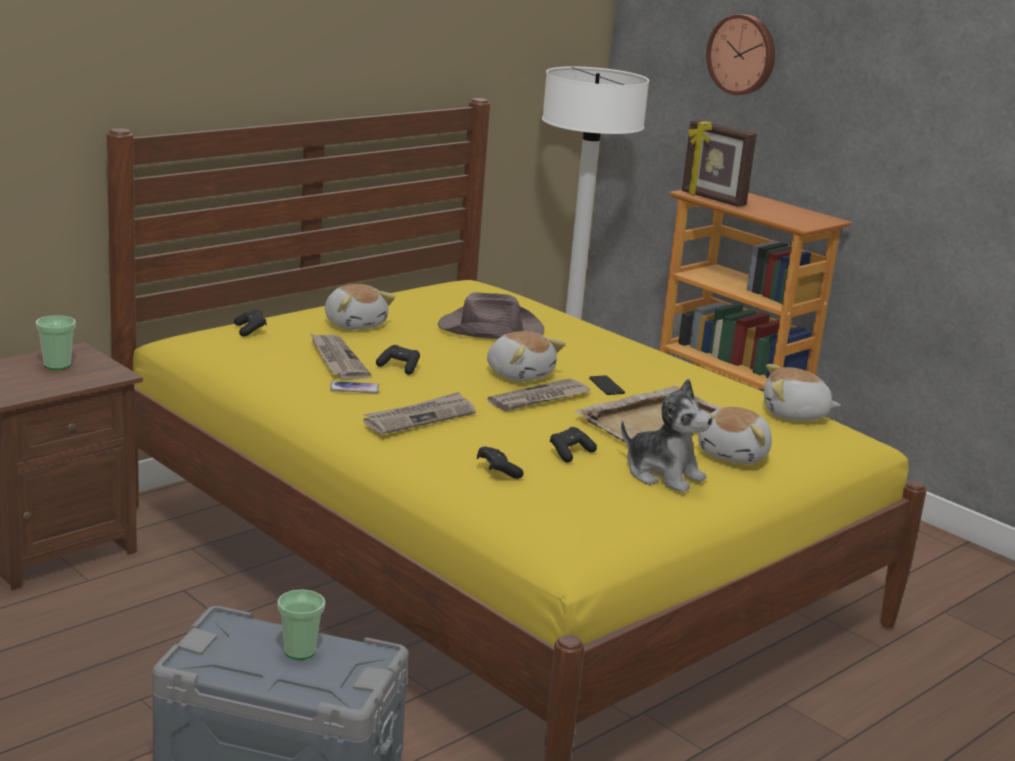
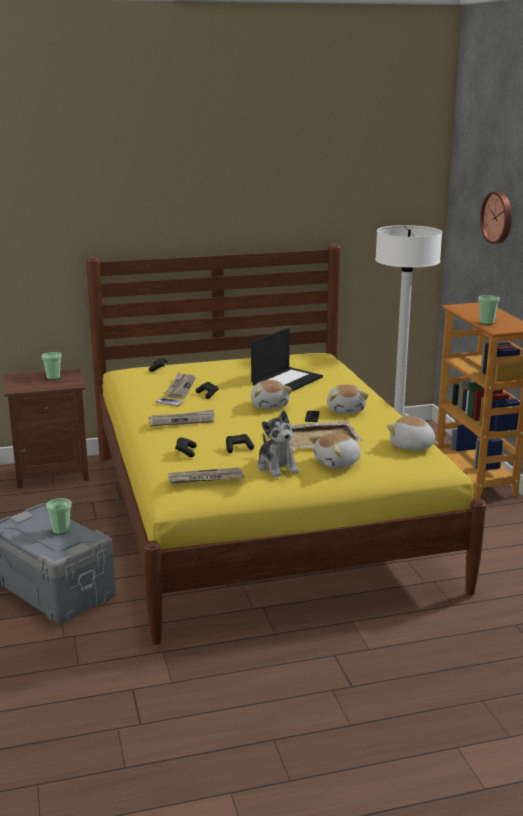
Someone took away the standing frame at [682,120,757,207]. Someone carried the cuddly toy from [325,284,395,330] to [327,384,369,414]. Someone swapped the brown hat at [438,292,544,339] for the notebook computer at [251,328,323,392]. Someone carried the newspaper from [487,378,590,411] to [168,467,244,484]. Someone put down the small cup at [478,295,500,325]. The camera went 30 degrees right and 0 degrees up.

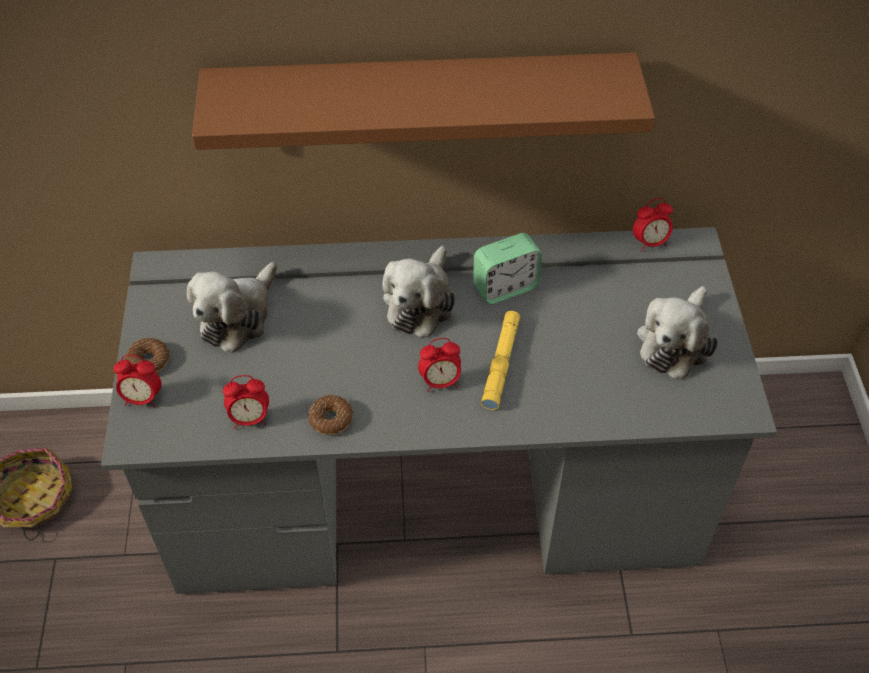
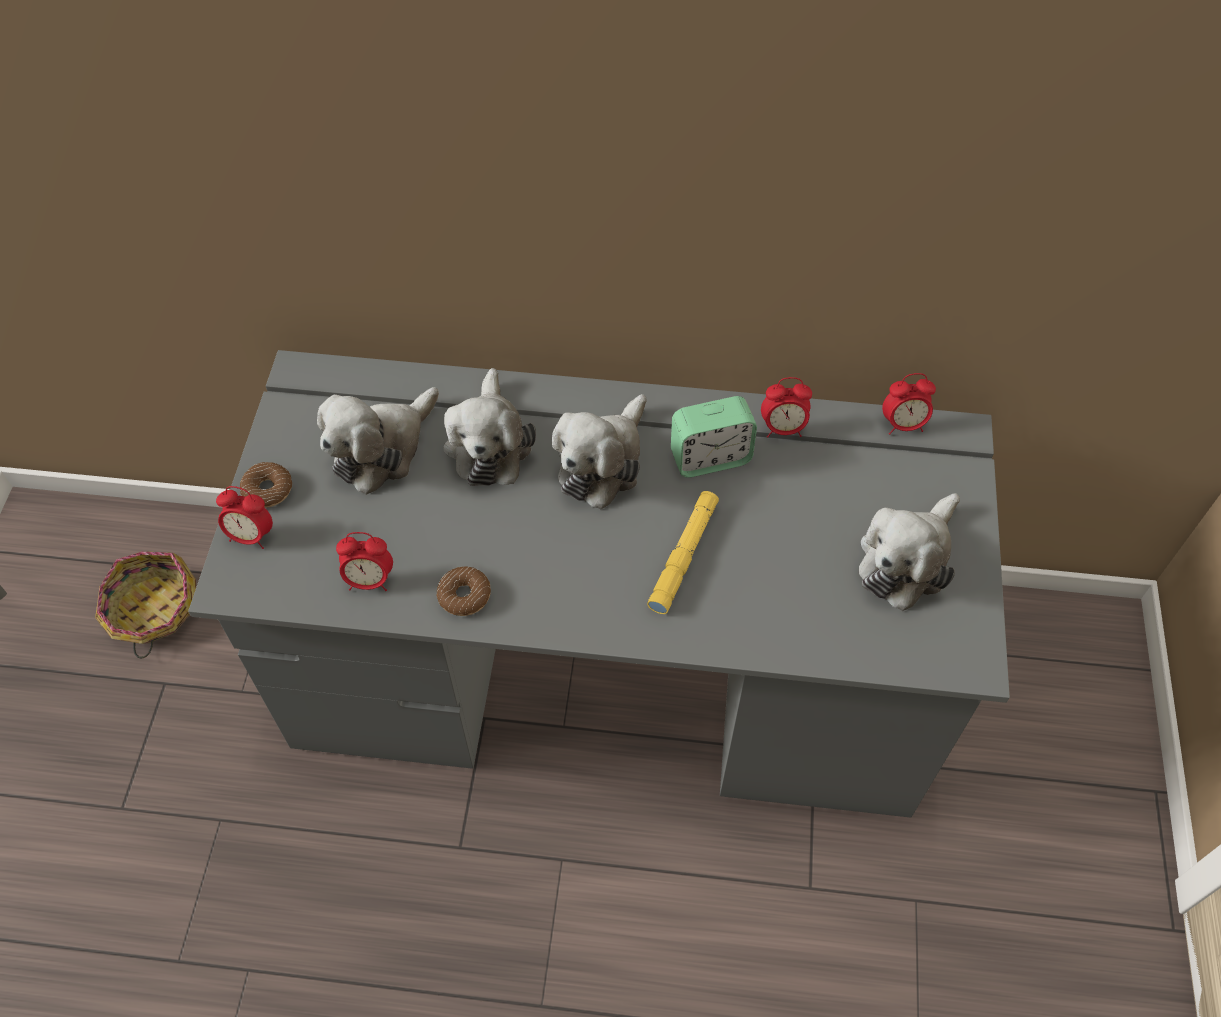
Someone took away the brown shelf at [192,52,655,150]. Someone carried the bedside clock from [418,338,461,392] to [761,377,812,438]. Someone put down the cuddly toy at [443,368,536,486]. The camera went 10 degrees right and 5 degrees up.

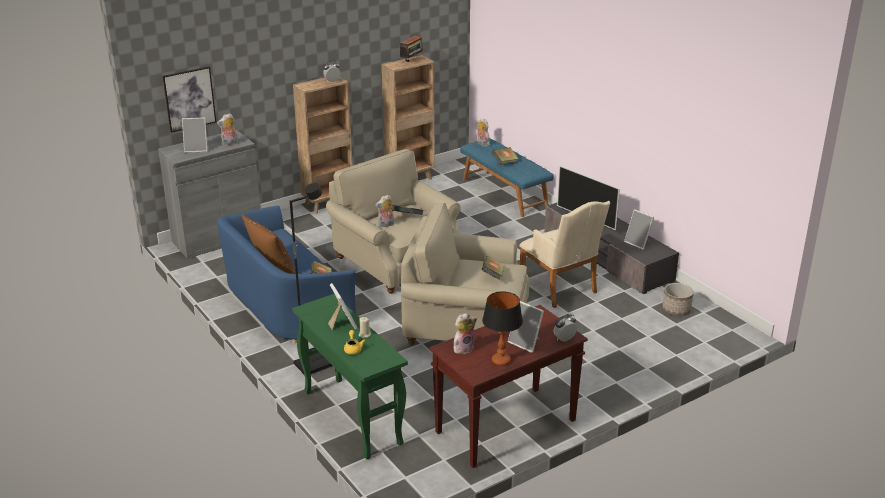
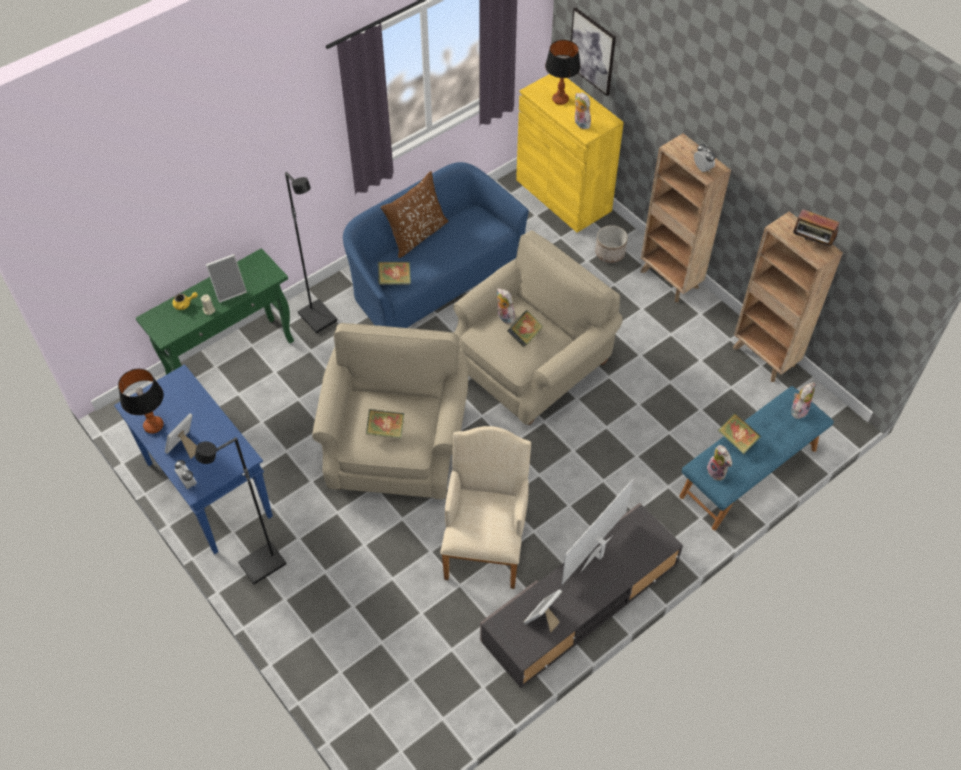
Someone swapped the standing frame at [182,117,208,153] for the table lamp at [545,40,581,105]. Someone repainted the grey cabinet at [158,130,261,259], which became the yellow-coloured cabinet at [516,74,624,233]. Someone rotated the sand-coloured lounge chair at [519,201,610,308] by 135 degrees clockwise. Someone carried the plant pot from [662,283,694,316] to [595,225,628,263]. Someone repainted the brown narrow table at [429,305,588,468], which became the blue-coloured narrow table at [114,364,273,554]. Someone carried the cuddly toy from [454,313,477,354] to [707,445,732,481]. Someone put down the blackish standard lamp at [195,437,286,585]. The camera went 85 degrees right and 25 degrees up.

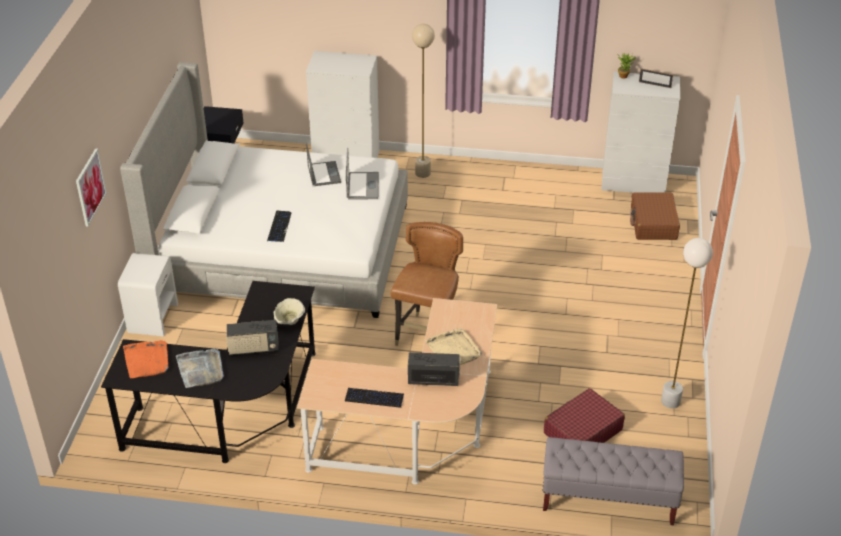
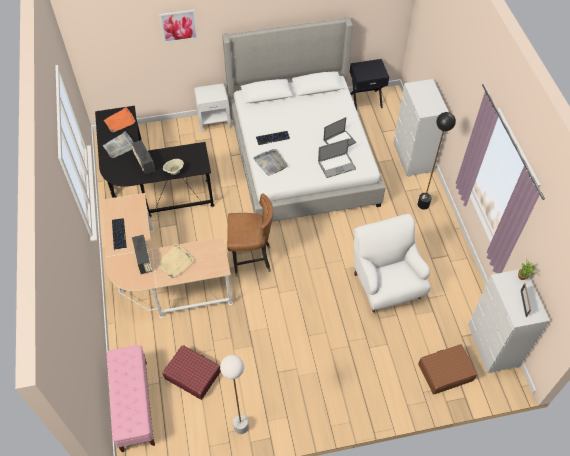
Someone repainted the sand-coloured standard lamp at [412,24,435,178], which became the blackish standard lamp at [418,112,456,210]. Someone repainted the grey bench at [542,437,684,526], which became the pink bench at [107,345,155,452]. Someone put down the grey carrying tray at [253,149,288,176]. Someone put down the white-coloured lounge chair at [354,214,431,313]. The camera went 70 degrees right and 15 degrees up.

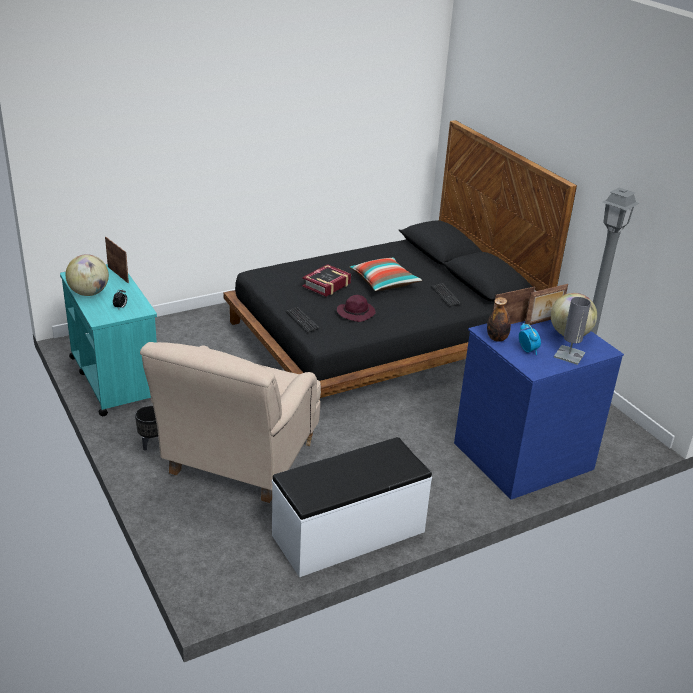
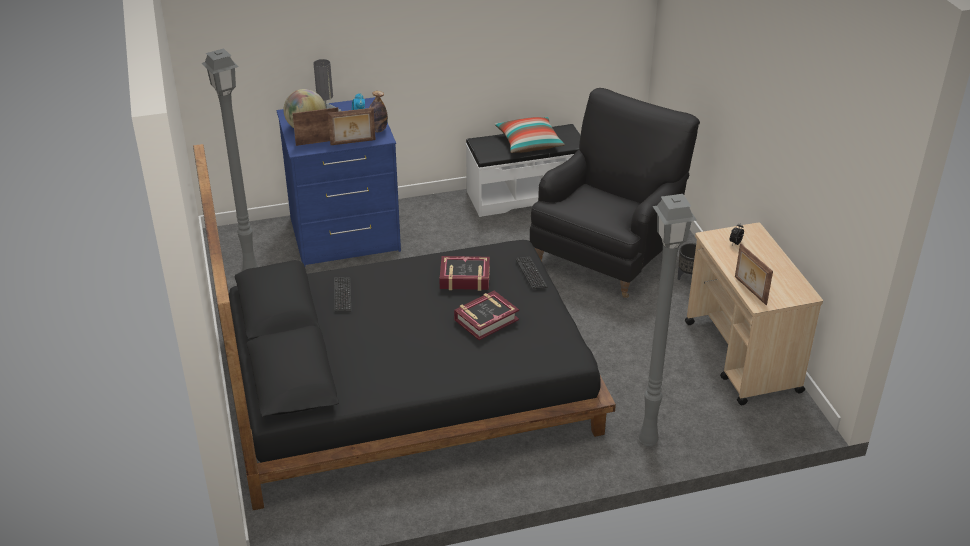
Someone took away the desk globe at [66,254,109,296]. Someone carried the throw pillow from [349,257,422,291] to [495,117,565,153]. Someone repainted the turquoise trolley at [60,264,157,416], which became the sand-coloured trolley at [685,222,823,405]. Someone swapped the purple-coloured hat at [337,295,376,322] for the volume at [439,256,490,291]. Someone repainted the sand-coloured lounge chair at [140,342,321,503], which became the blackish lounge chair at [530,88,700,298]. Someone put down the grey standard lamp at [639,194,697,446]. The camera went 165 degrees left and 5 degrees up.

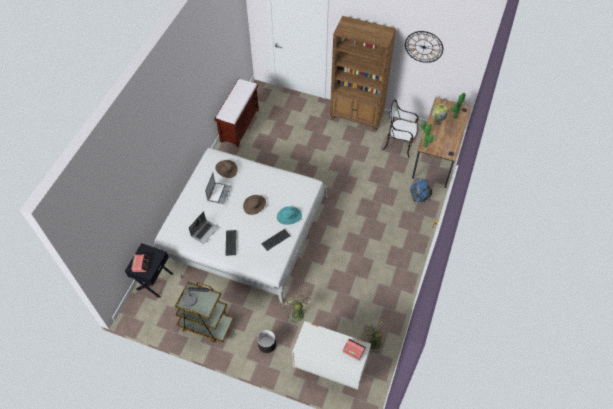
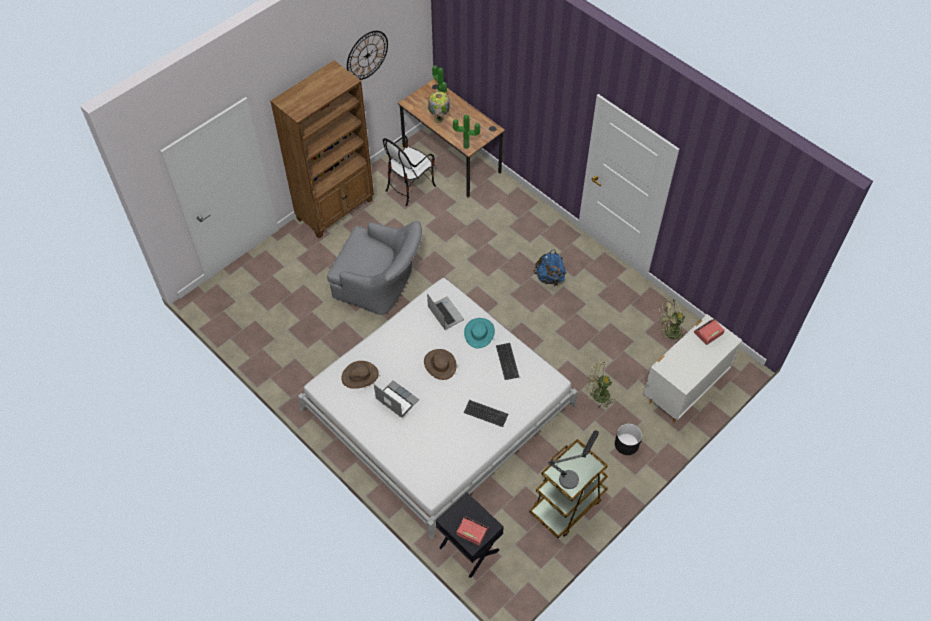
Someone took away the brown bench at [214,79,259,147]. Someone carried the blue-coloured knapsack from [411,179,432,202] to [534,249,566,286]. Someone carried the notebook computer from [189,211,218,244] to [427,294,464,330]. Someone put down the grey lounge chair at [327,221,422,315]. The camera went 65 degrees left and 0 degrees up.

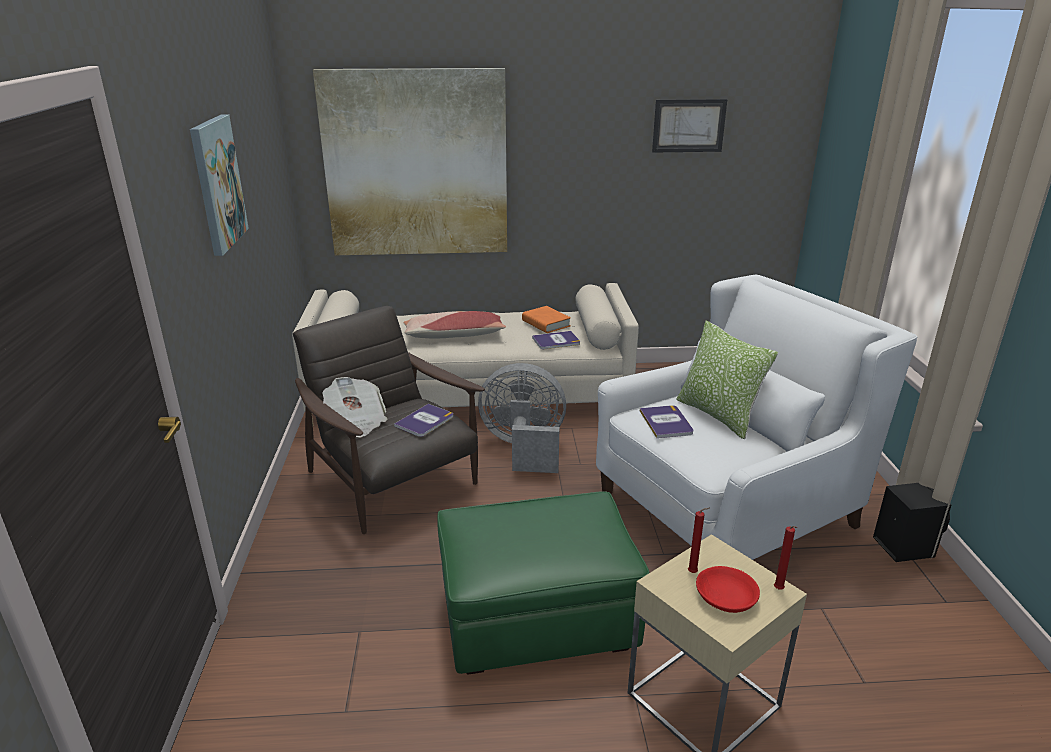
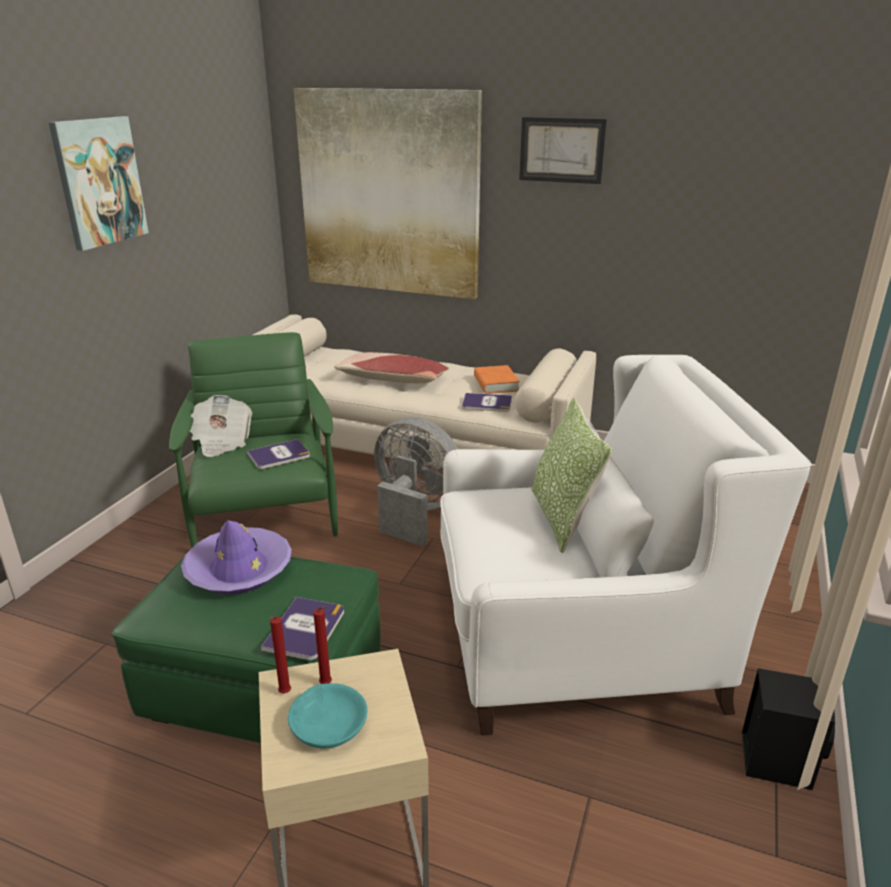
Someone carried the wall picture from [652,99,727,152] to [519,117,607,184]. Someone repainted the brown lounge chair at [293,306,485,534], which became the green lounge chair at [169,332,338,547]. Someone carried the volume from [640,405,693,438] to [261,597,344,660]. Someone carried the reddish candle from [774,526,797,589] to [270,616,291,693]. Someone repainted the reddish bowl at [696,566,760,613], which became the turquoise bowl at [288,683,367,748]. Someone put down the purple-coloured hat at [181,520,292,594]. The camera went 25 degrees right and 0 degrees up.

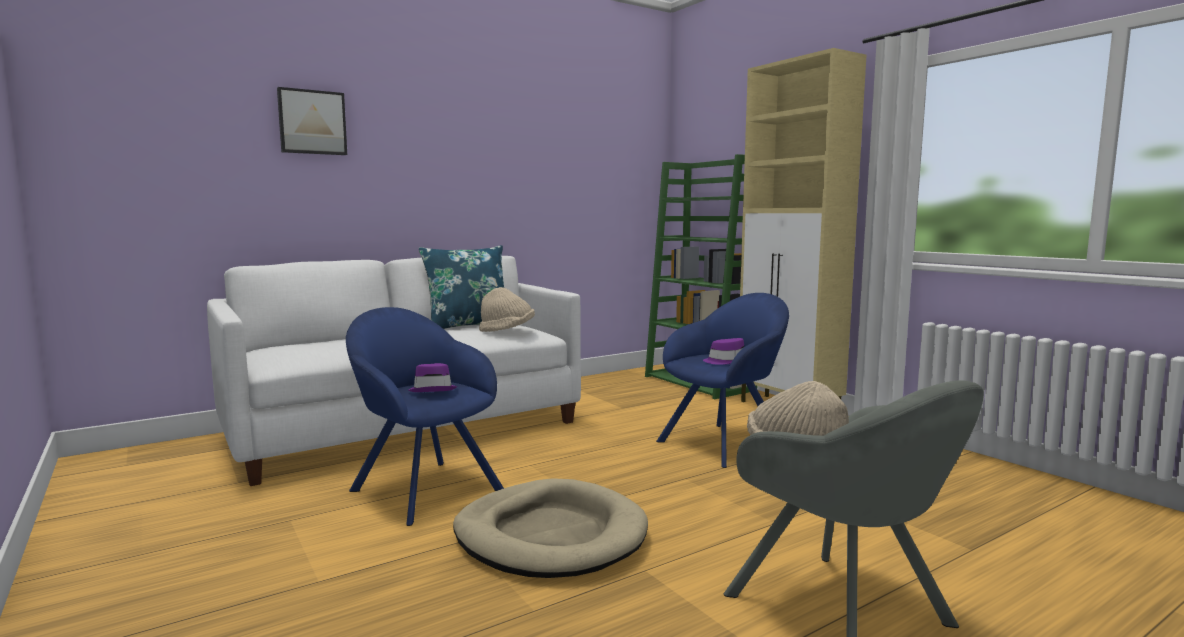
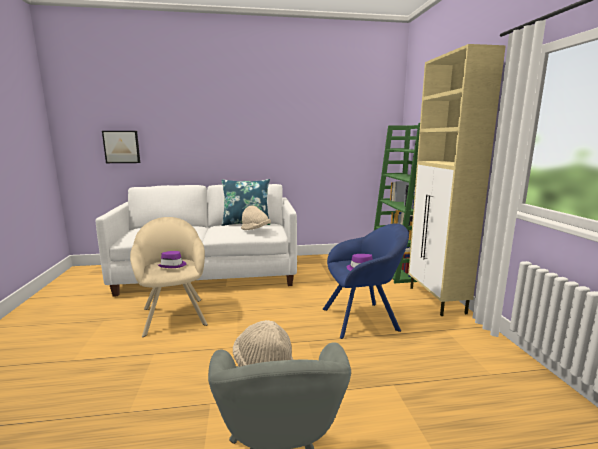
Someone carried the wall picture from [277,87,347,155] to [102,131,140,163]. Someone repainted the blue-coloured lounge chair at [346,307,504,526], which became the sand-coloured lounge chair at [130,217,208,337]. Someone took away the sand-coloured pet bed at [453,478,648,578]. The camera went 25 degrees right and 5 degrees up.

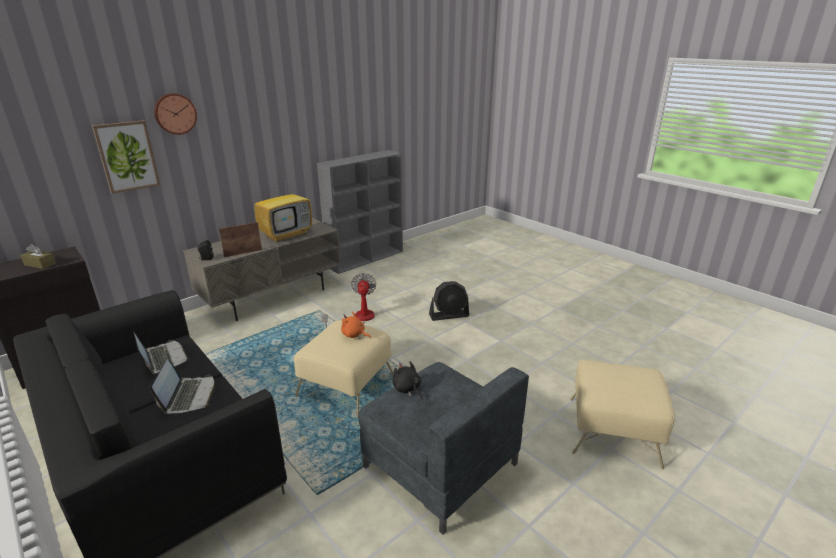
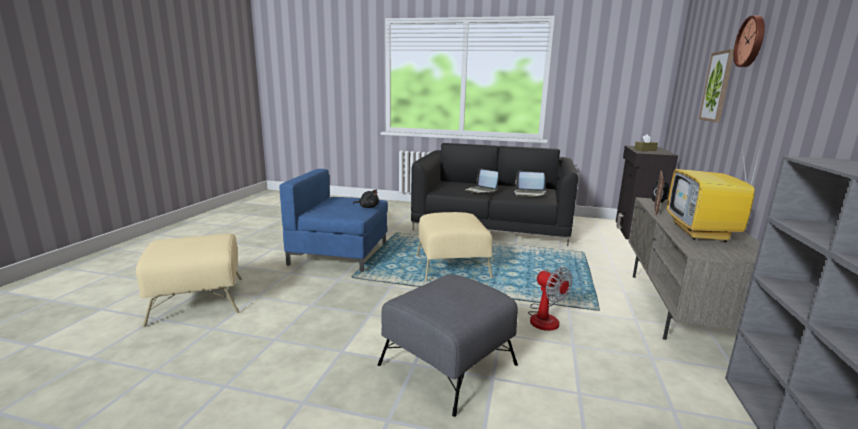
Someone swapped the blackish electric fan at [429,281,469,321] for the grey ottoman at [378,274,518,417]. Someone took away the orange cuddly toy at [341,312,371,339]. Someone repainted the grey lounge chair at [359,362,529,535], which became the blue-coloured lounge chair at [279,169,388,272]. The camera went 145 degrees right and 10 degrees down.

